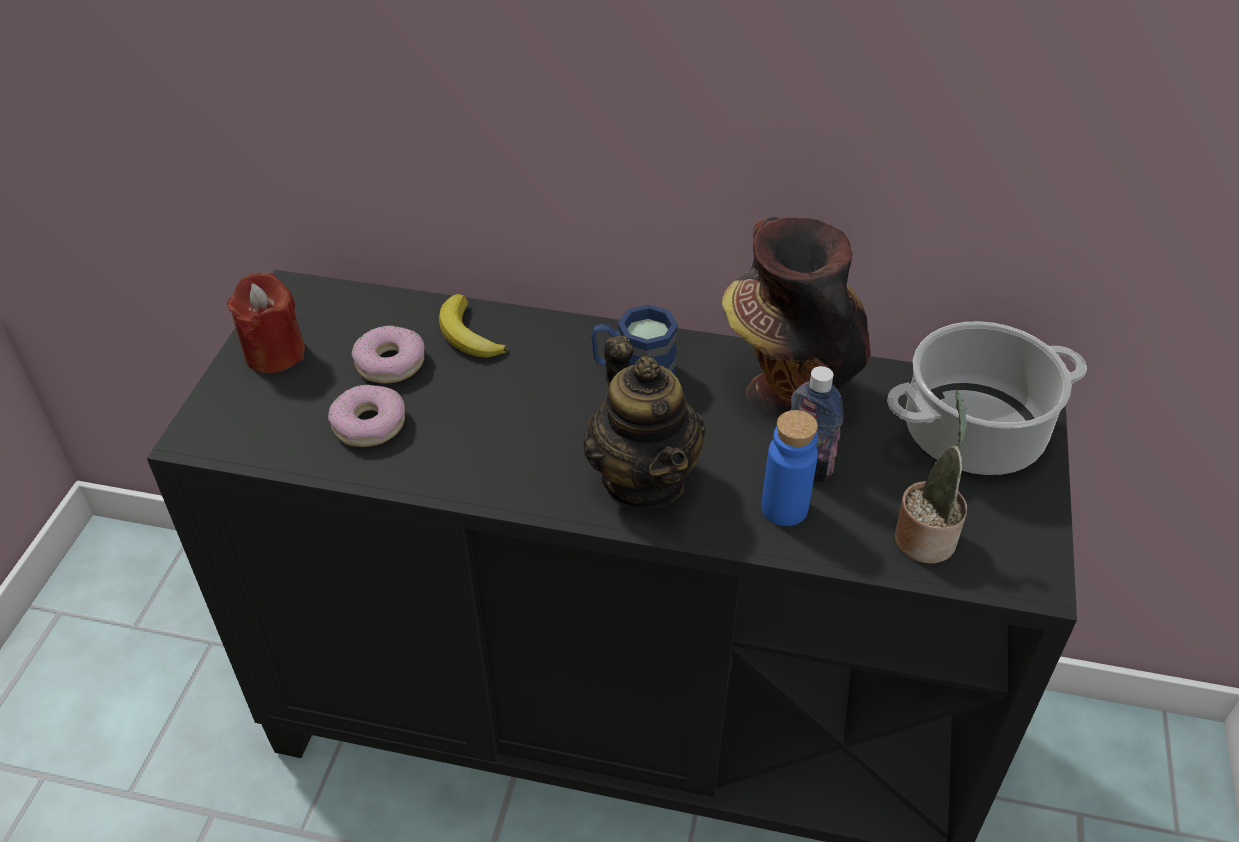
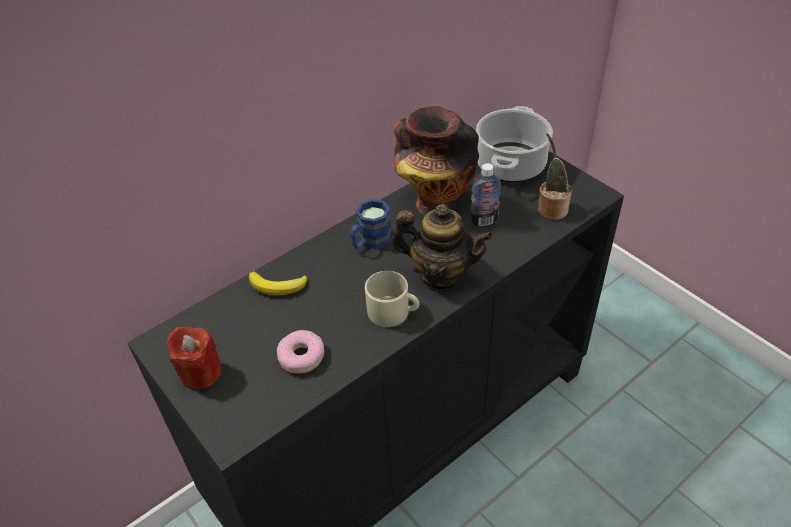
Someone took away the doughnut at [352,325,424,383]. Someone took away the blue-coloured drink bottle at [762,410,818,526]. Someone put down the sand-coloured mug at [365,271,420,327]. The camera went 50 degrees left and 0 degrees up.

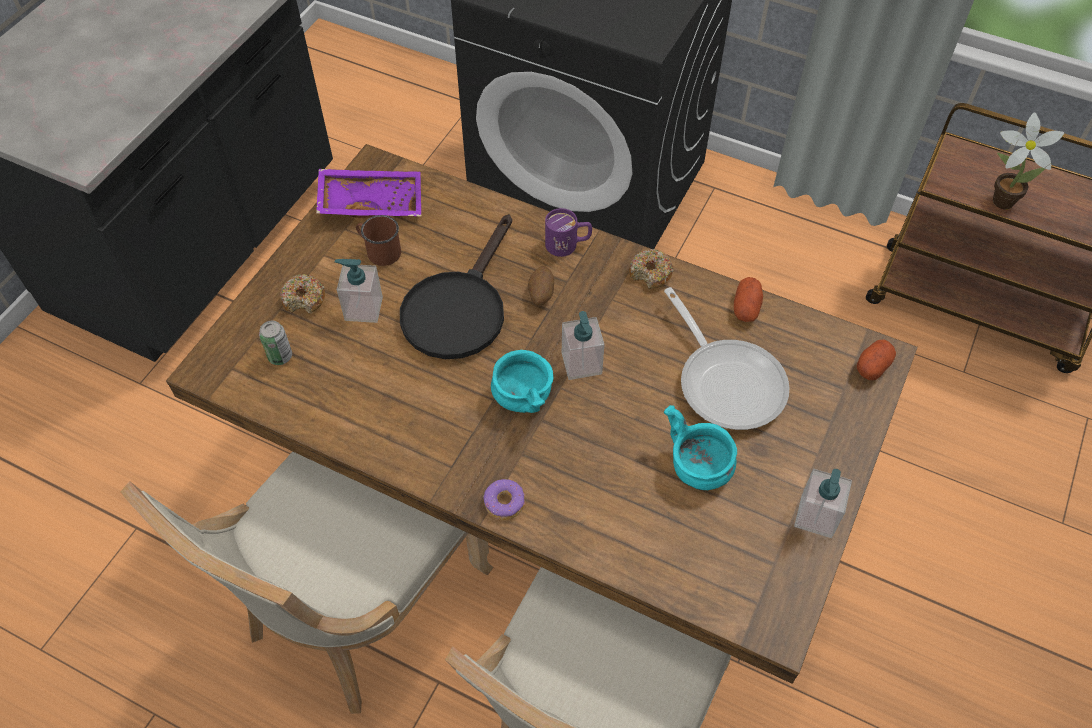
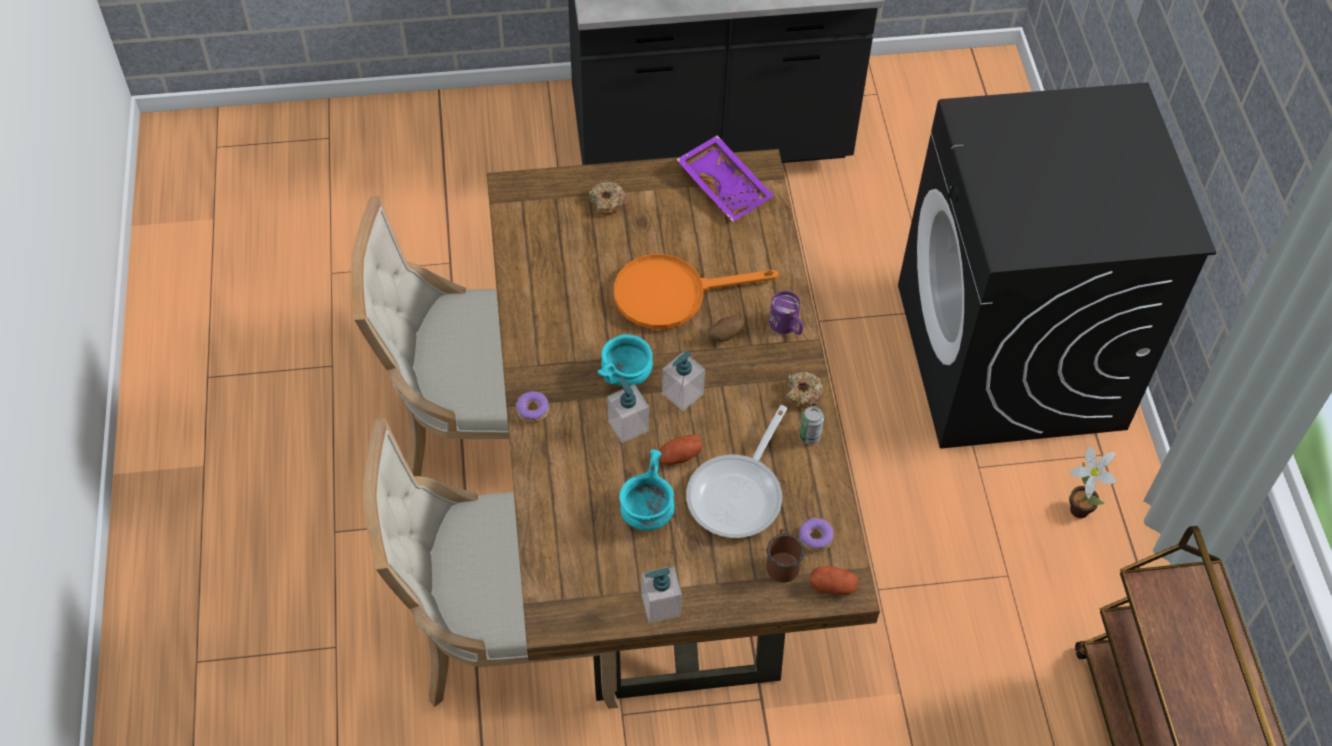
Someone carried the houseplant from [993,112,1064,209] to [1069,446,1117,518]. Someone repainted the blackish pan at [400,214,512,359], which became the orange pan at [614,254,779,329]. Someone carried the brown mug from [356,215,401,266] to [766,529,805,582]. Someone carried the liquid soap bottle from [335,259,383,323] to [607,376,649,443]. Someone carried the spud from [734,277,763,322] to [659,434,703,465]. Someone carried the sealed can from [259,321,292,365] to [799,406,824,444]. Someone put down the doughnut at [799,517,834,552]. The camera went 55 degrees right and 0 degrees up.

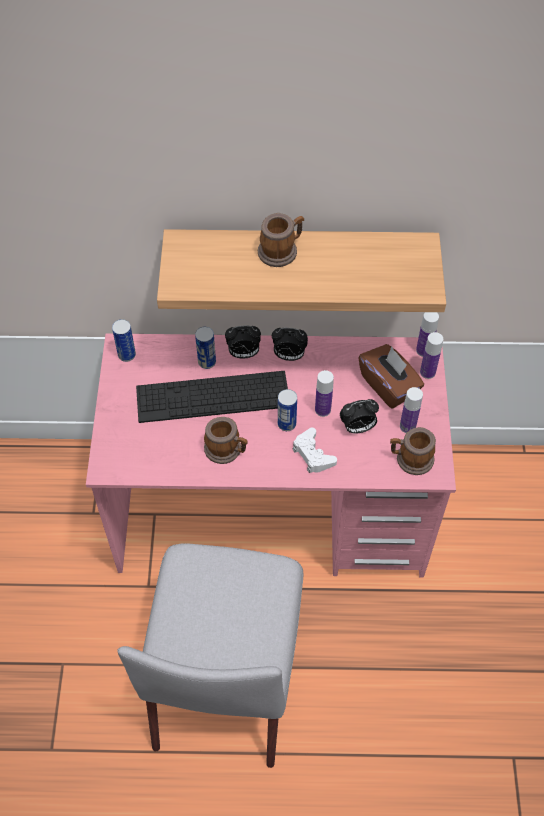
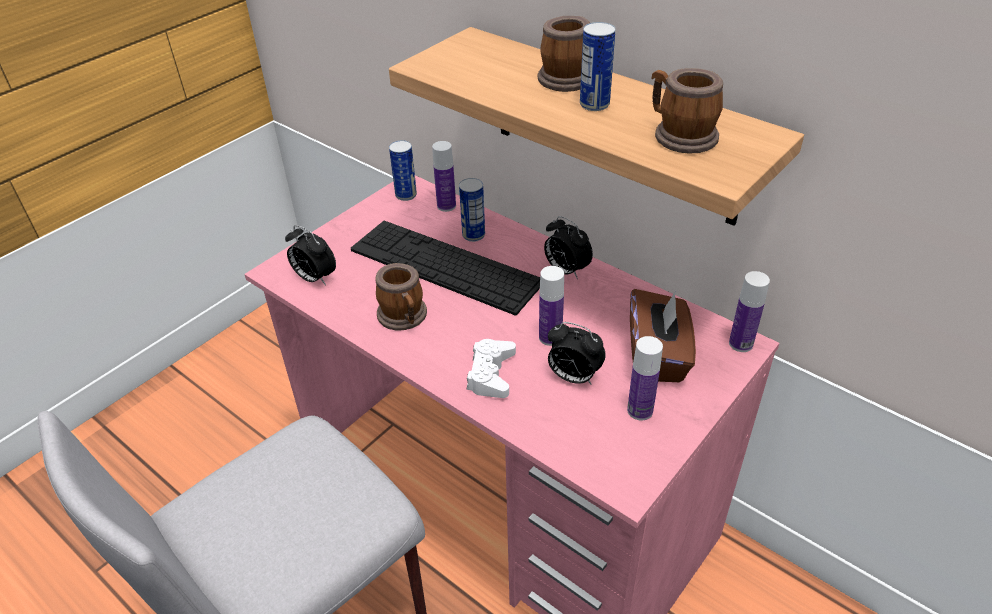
Someone carried the bedside clock from [225,326,261,359] to [285,225,336,285]. Someone carried the drink bottle from [420,332,443,379] to [432,141,456,212]. Someone carried the sealed can from [278,389,297,431] to [580,22,616,111]. Someone carried the mug from [390,427,436,475] to [652,68,723,154]. The camera went 40 degrees right and 15 degrees down.

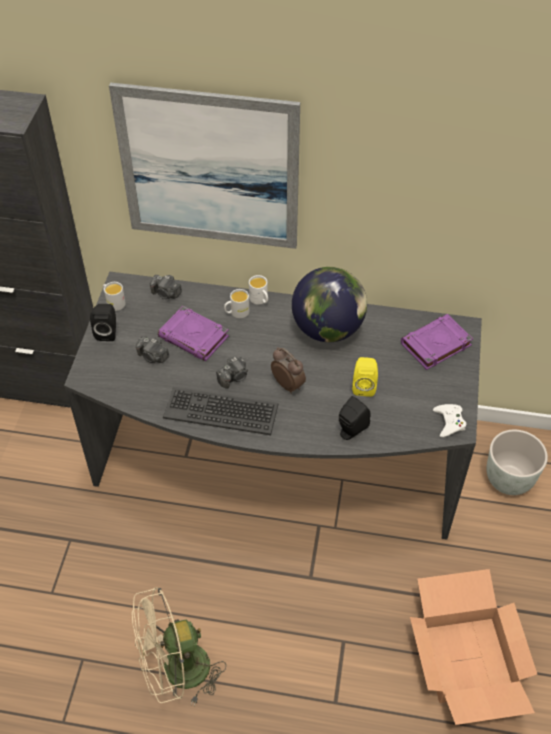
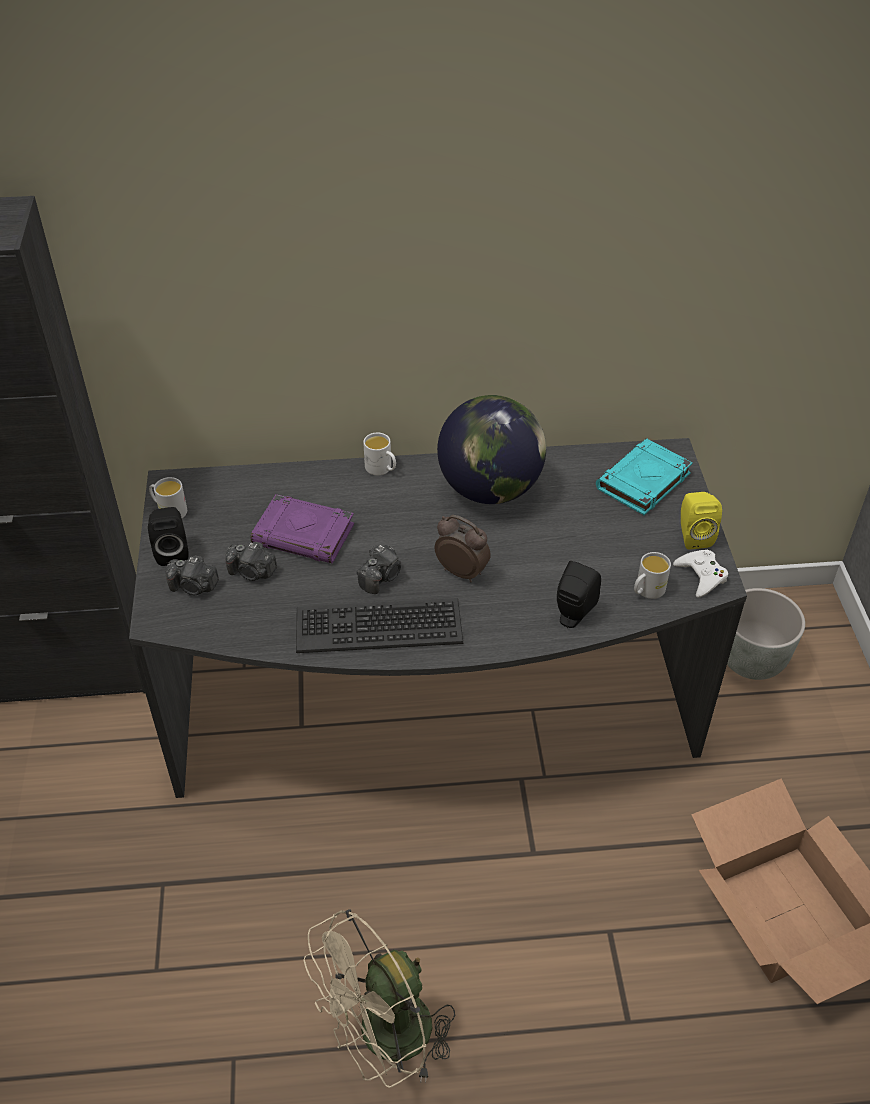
Someone took away the wall picture at [109,82,300,249]. Someone carried the still camera from [150,275,182,299] to [166,556,219,595]. Someone carried the white-coloured mug from [224,289,249,318] to [634,552,671,599]. Someone repainted the purple-coloured volume at [401,314,473,370], which became the turquoise volume at [596,438,693,515]. Someone carried the yellow-coloured speaker from [352,357,378,397] to [681,492,722,549]. The camera went 15 degrees left and 5 degrees down.

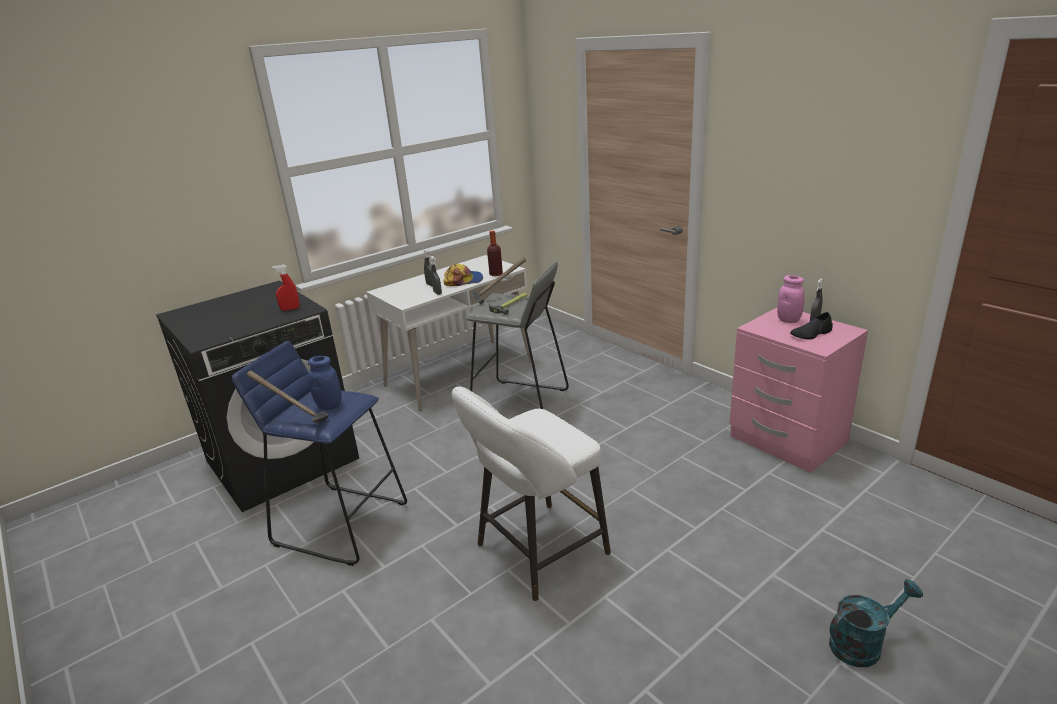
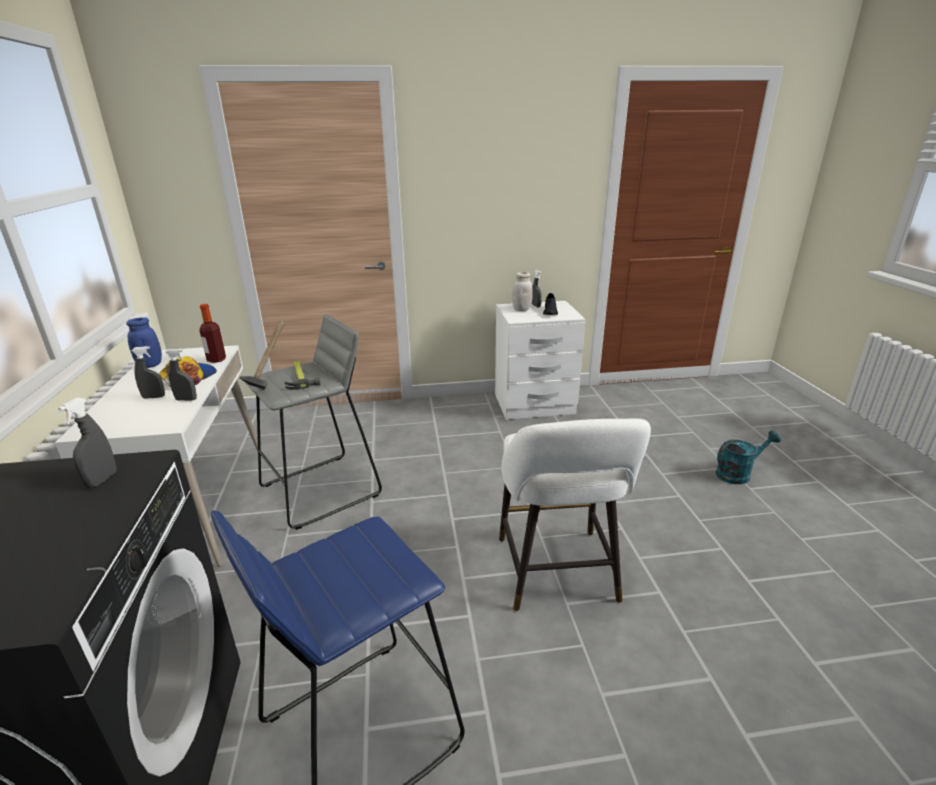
Someone repainted the reddish sprayer at [272,265,300,311], which became the grey sprayer at [58,398,116,488]. Someone repainted the pink storage jar at [777,275,805,323], which became the white-coloured storage jar at [512,272,533,311]. Someone repainted the pink bedside table at [729,308,868,473], which became the white-coloured bedside table at [495,301,585,420]. Someone carried the blue-coloured storage jar from [308,356,342,410] to [126,317,162,368]. Someone took away the hammer at [247,371,329,424]. Someone rotated the turquoise sprinkling can at [829,579,923,667] by 60 degrees clockwise. The camera went 60 degrees left and 0 degrees up.

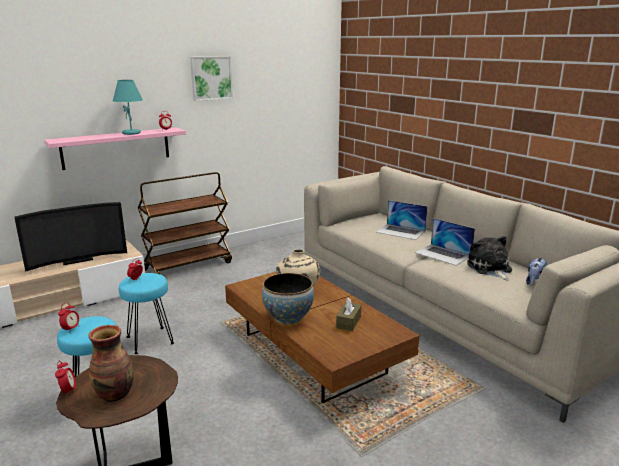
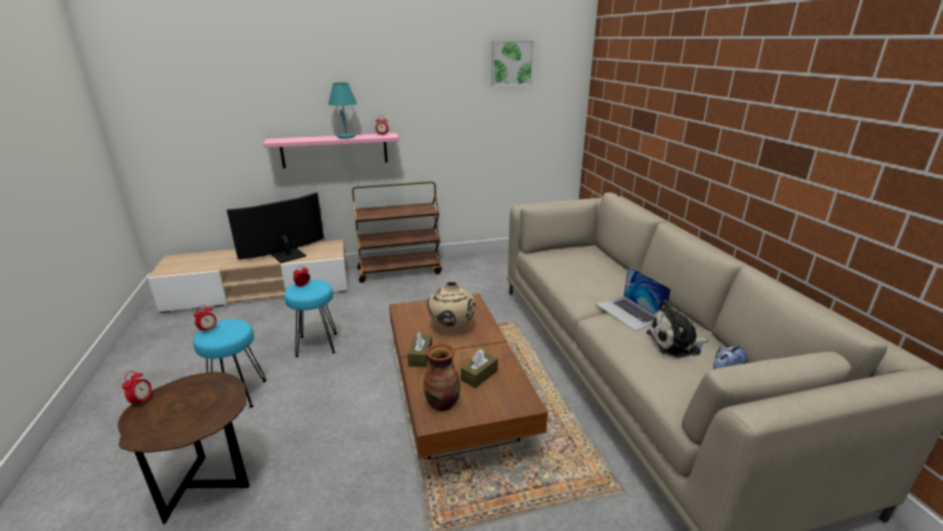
Someone carried the wall picture from [190,56,233,101] to [491,40,534,87]. Someone took away the notebook computer at [376,200,428,240]. Someone rotated the television at [14,202,127,272] by 150 degrees clockwise. Someone rotated the cuddly toy at [467,236,512,280] by 105 degrees counterclockwise. Someone swapped the bowl at [262,273,314,325] for the brown tissue holder at [408,332,432,367]. Someone carried the vase from [89,325,134,402] to [423,344,460,411]. The camera went 20 degrees right and 5 degrees up.

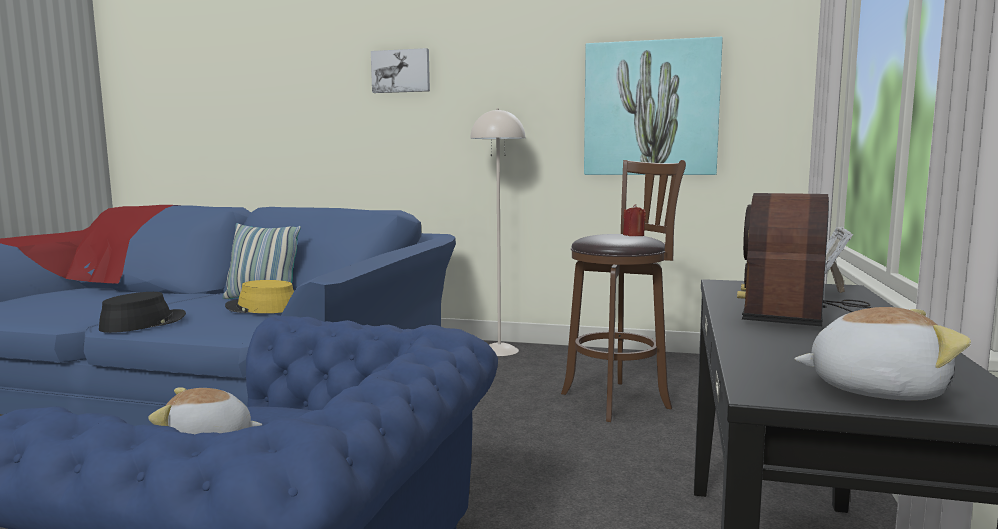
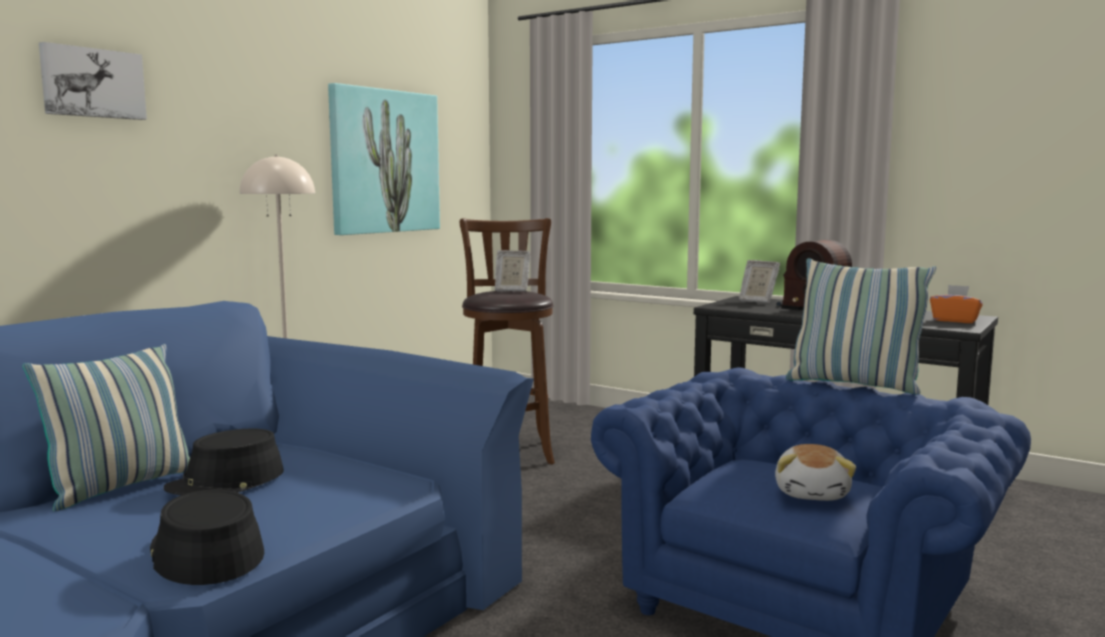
Someone swapped the reddish candle at [623,204,646,236] for the standing frame at [495,250,531,292]. Someone repainted the yellow-coloured hat at [225,280,294,313], which became the blackish hat at [164,429,284,495]. Someone swapped the cuddly toy at [794,307,971,401] for the orange tissue holder at [930,285,983,323]. Someone put down the throw pillow at [786,258,936,394]. The camera went 70 degrees left and 0 degrees up.

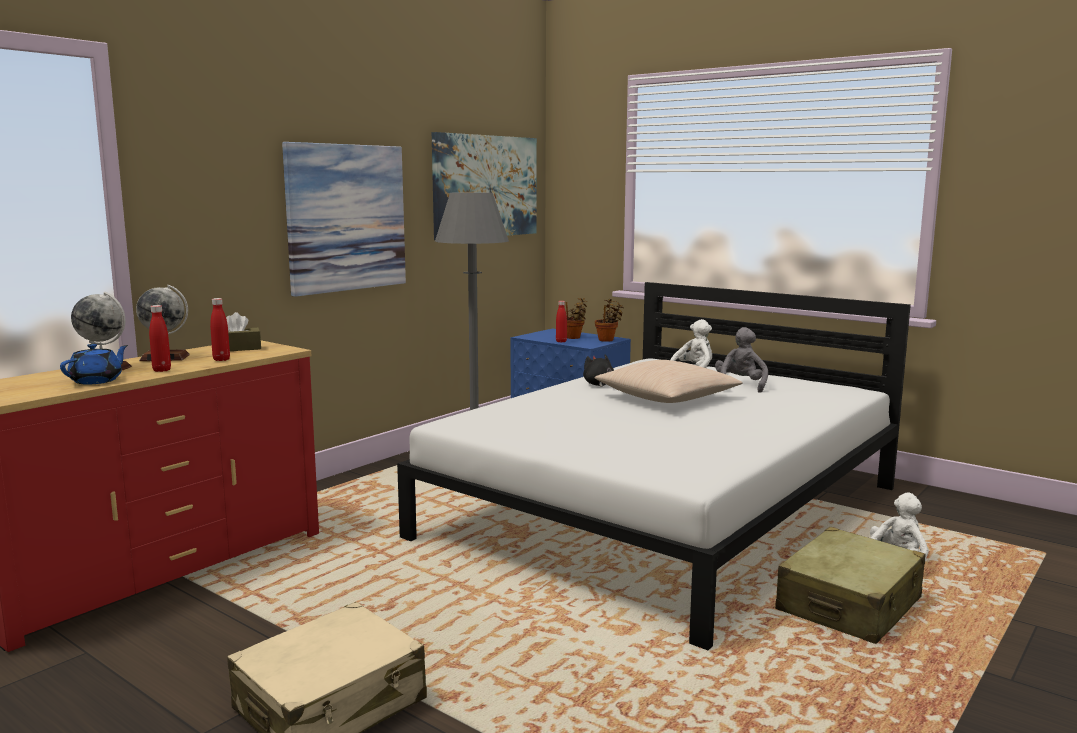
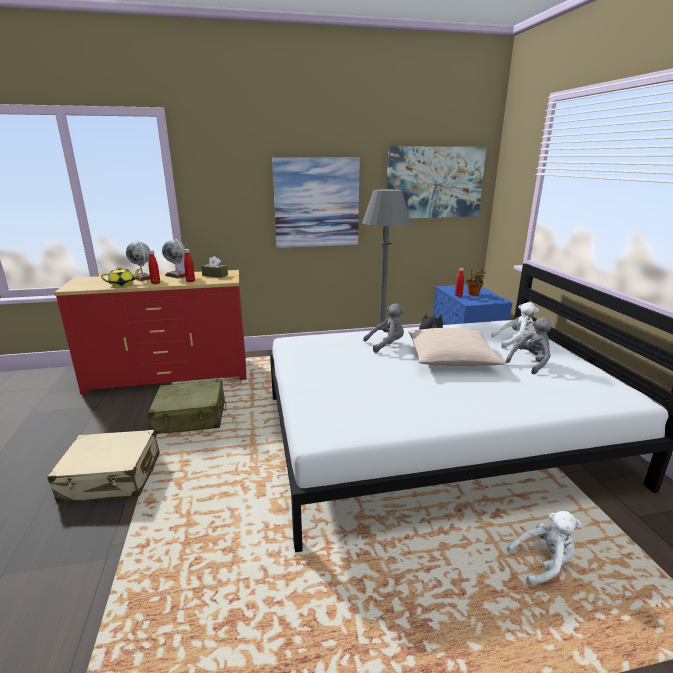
Someone took away the houseplant at [595,299,624,342]. Someone repainted the blue-coloured pot for tea at [60,344,128,385], which became the yellow-coloured pot for tea at [101,267,140,287]. Someone carried the sand-coloured piece of luggage from [775,527,926,644] to [148,380,226,435]. Someone put down the grey cuddly toy at [363,303,405,353]. The camera went 40 degrees right and 10 degrees up.

